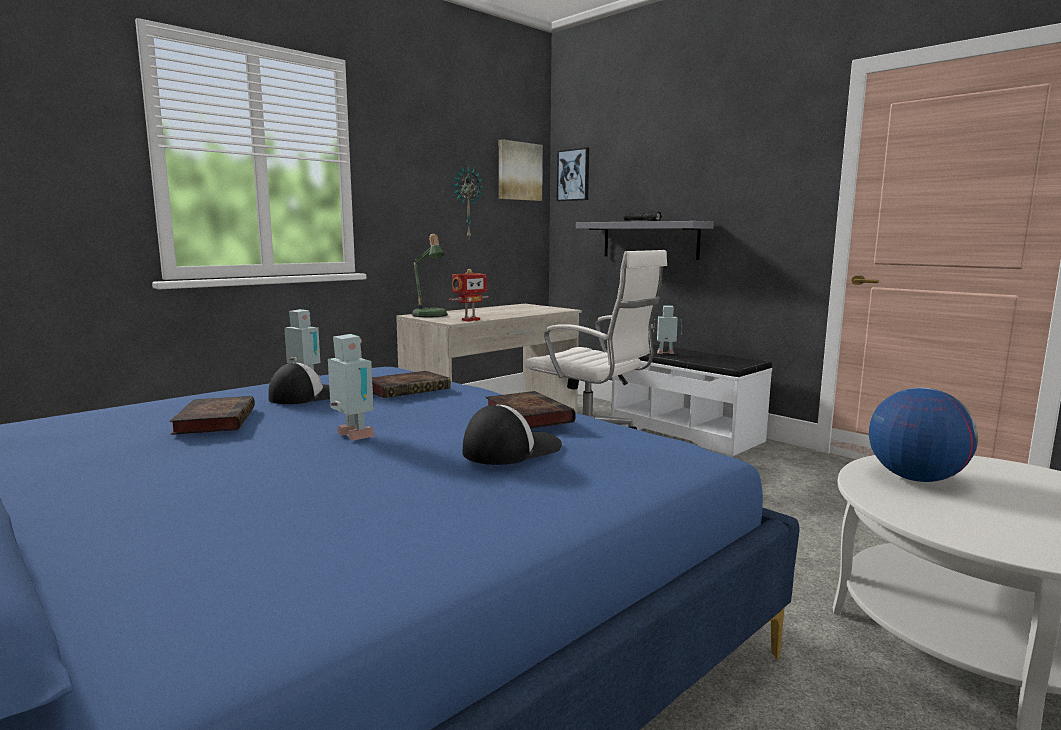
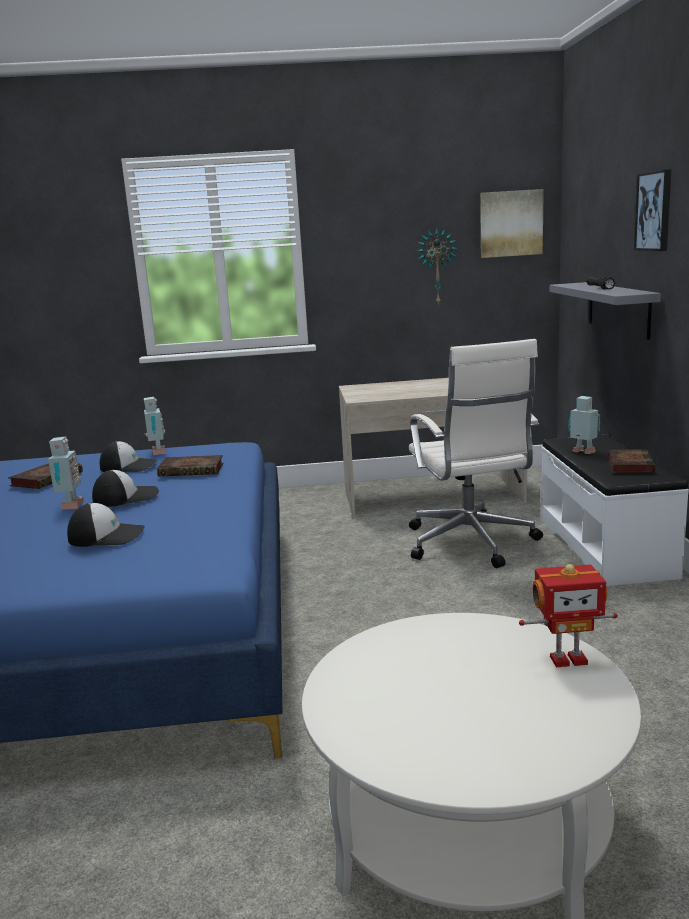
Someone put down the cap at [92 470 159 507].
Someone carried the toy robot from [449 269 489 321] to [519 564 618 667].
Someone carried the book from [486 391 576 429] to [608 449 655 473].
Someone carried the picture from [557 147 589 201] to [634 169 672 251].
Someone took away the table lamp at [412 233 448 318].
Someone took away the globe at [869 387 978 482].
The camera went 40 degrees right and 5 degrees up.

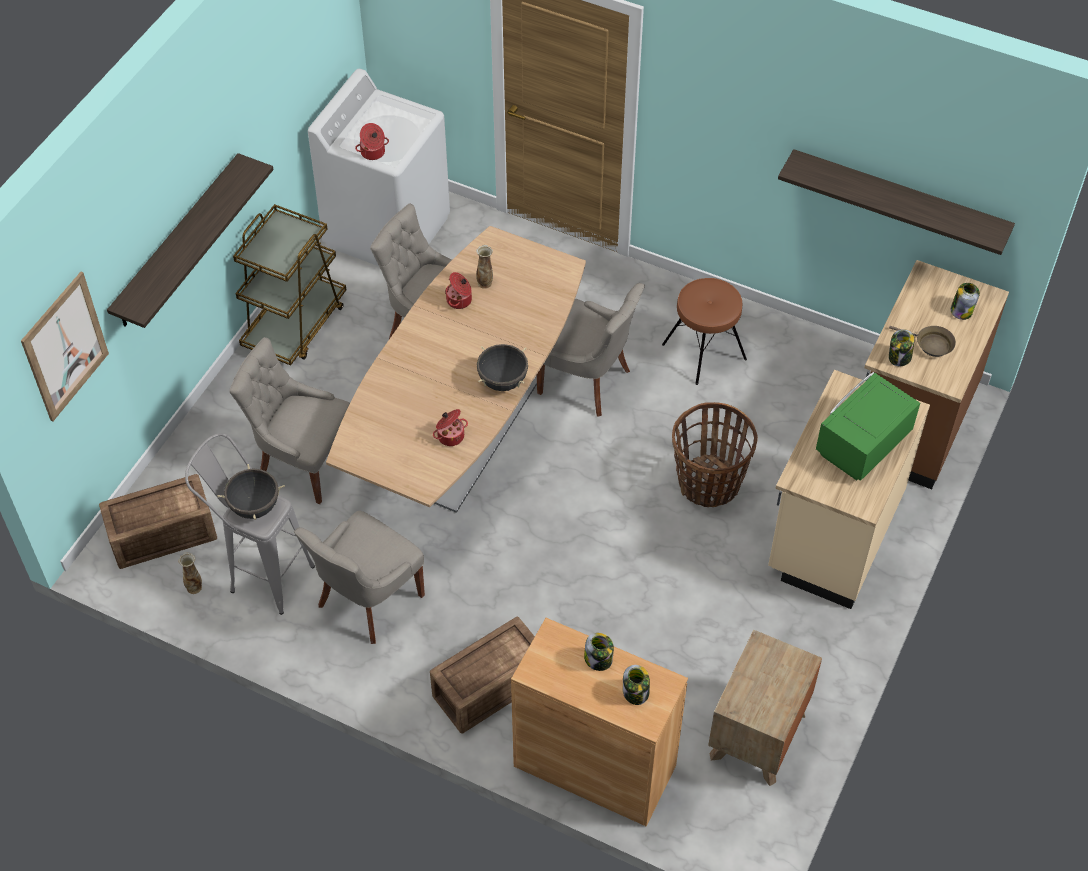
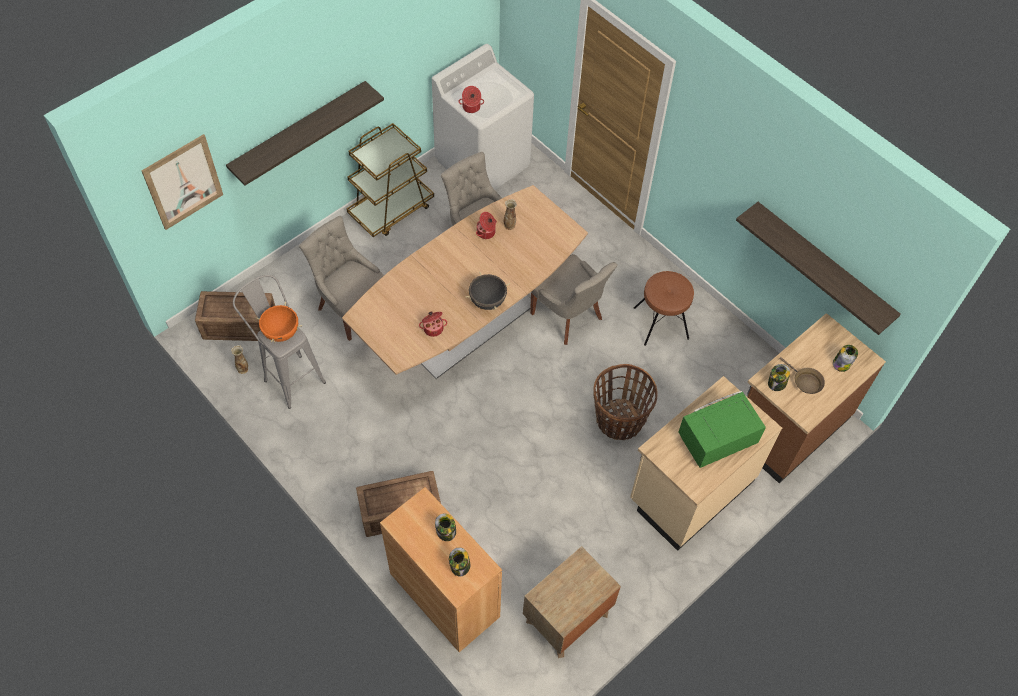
Someone repainted the cooking pot (black) at [217 464 285 520], which became the cooking pot (orange) at [255 302 302 343].
Someone took away the chair (grey) at [294 511 425 644].
The camera went 20 degrees right and 5 degrees up.

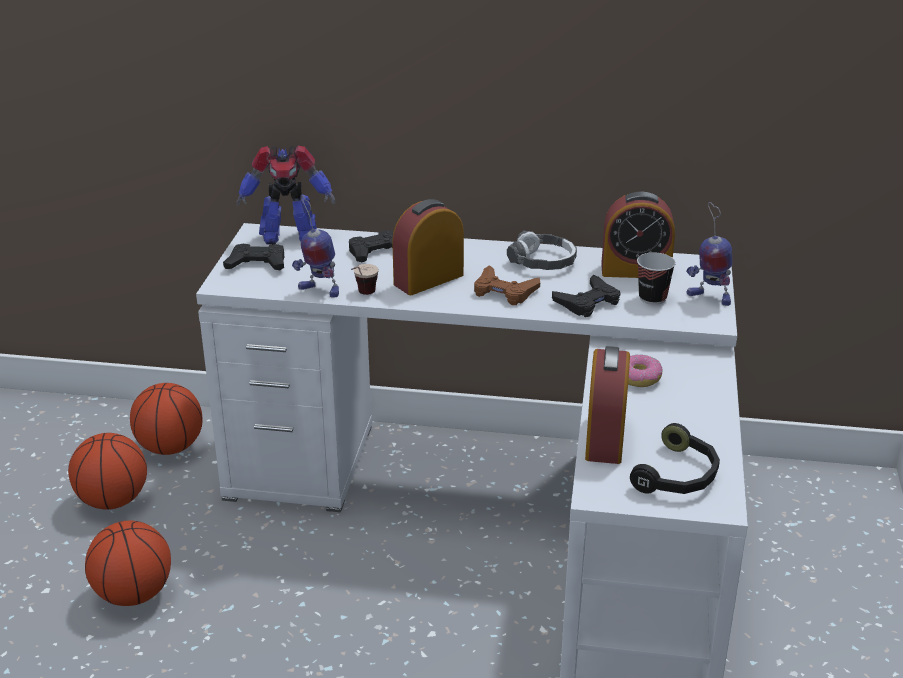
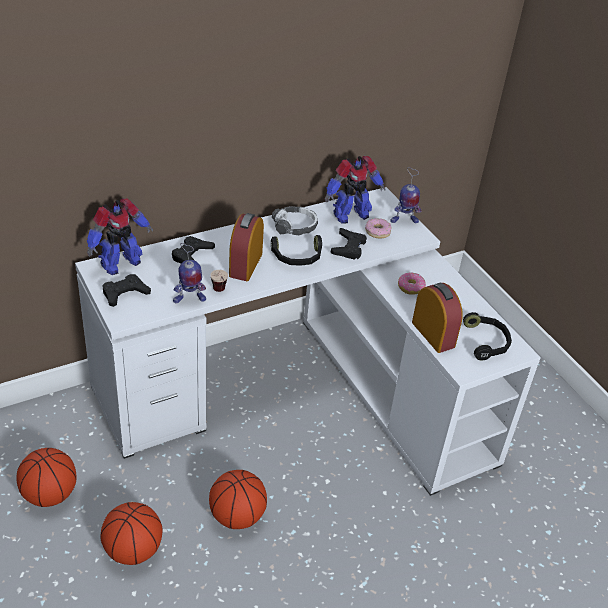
Someone carried the basketball from [130 383 203 455] to [209 470 267 529].
Someone swapped the game controller (brown) at [474 265 540 305] for the headphones (black) at [271 235 322 266].
Someone swapped the alarm clock at [601 192 675 278] for the toy robot at [325 156 385 224].
Someone swapped the cup at [637 252 676 305] for the donut at [365 218 391 238].
The camera went 40 degrees left and 10 degrees up.

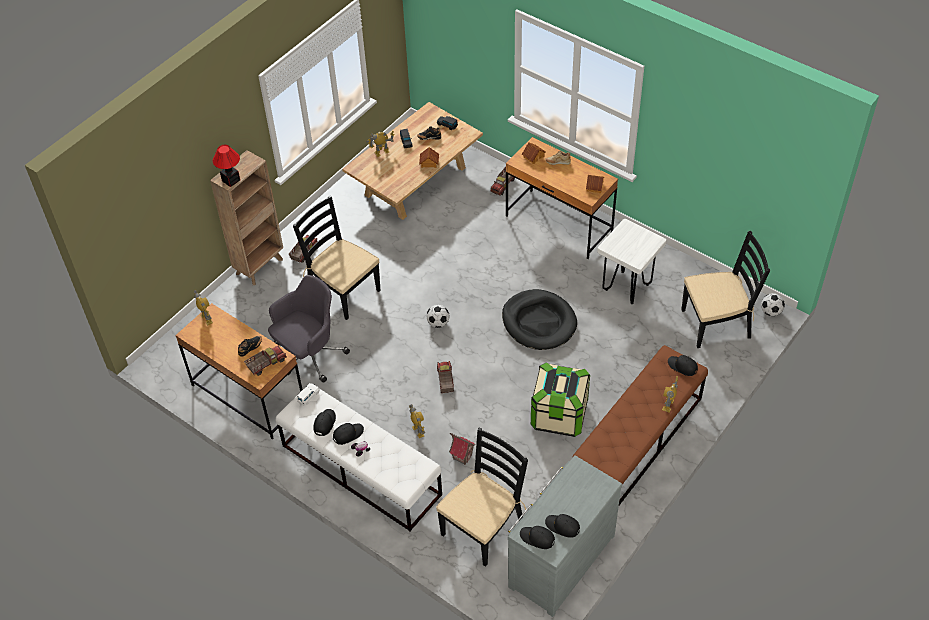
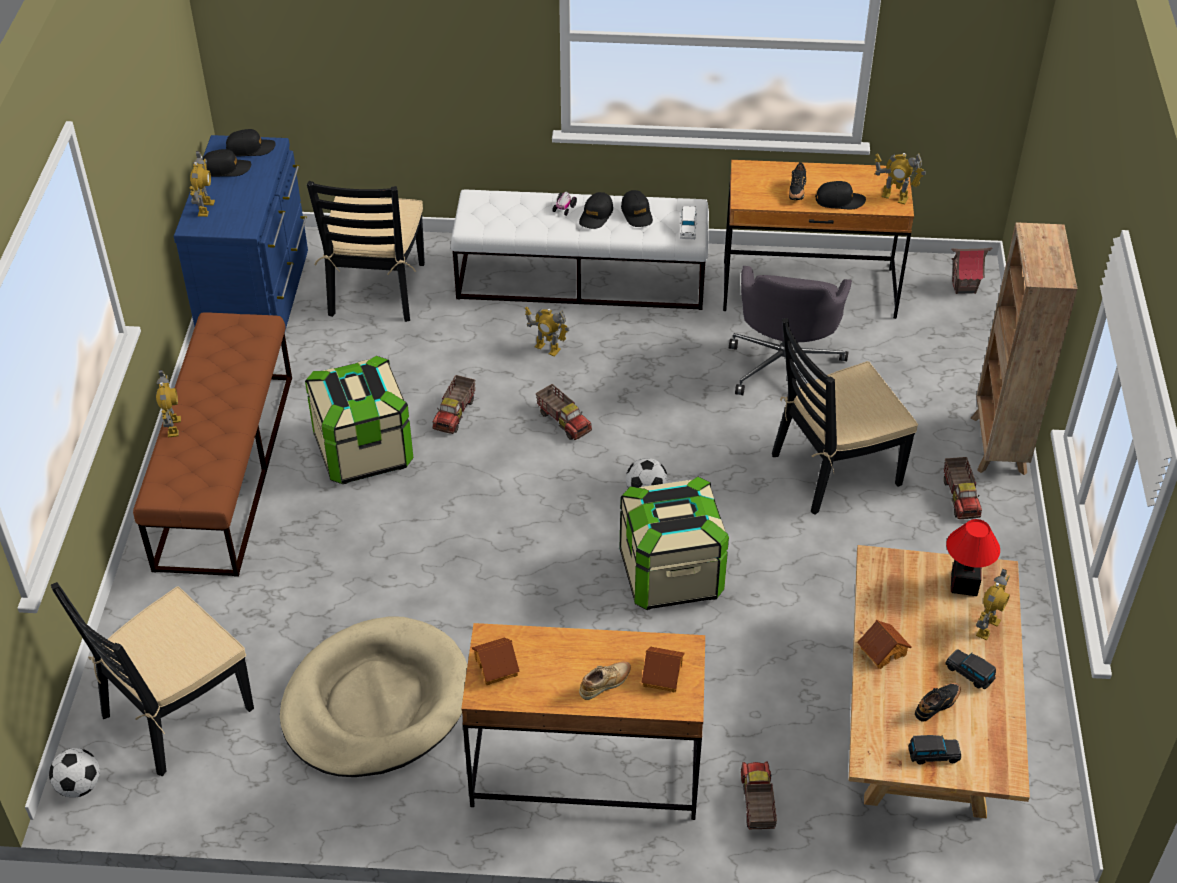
Someone repainted the dresser (grey) at [508 455 622 617], which became the dresser (blue) at [174 135 308 330].
Someone put down the toy robot at [189 151 215 217].
Someone swapped the stool (white) at [597 219 666 304] for the dog bed (beige) at [280 617 468 777].
Someone carried the toy truck from [244 345 287 376] to [432 375 475 434].
Someone put down the storage box at [620 477 729 610].
Someone rotated the chair (black) at [293 195 380 320] by 150 degrees clockwise.
Someone carried the cap (black) from [668 355 698 376] to [815 181 866 210].
Someone carried the table lamp from [213 145 240 187] to [946 519 1000 596].
Someone carried the toy house from [449 433 476 465] to [951 247 993 294].
Someone took away the dog bed (black) at [502 289 577 350].
The camera went 145 degrees right and 5 degrees down.

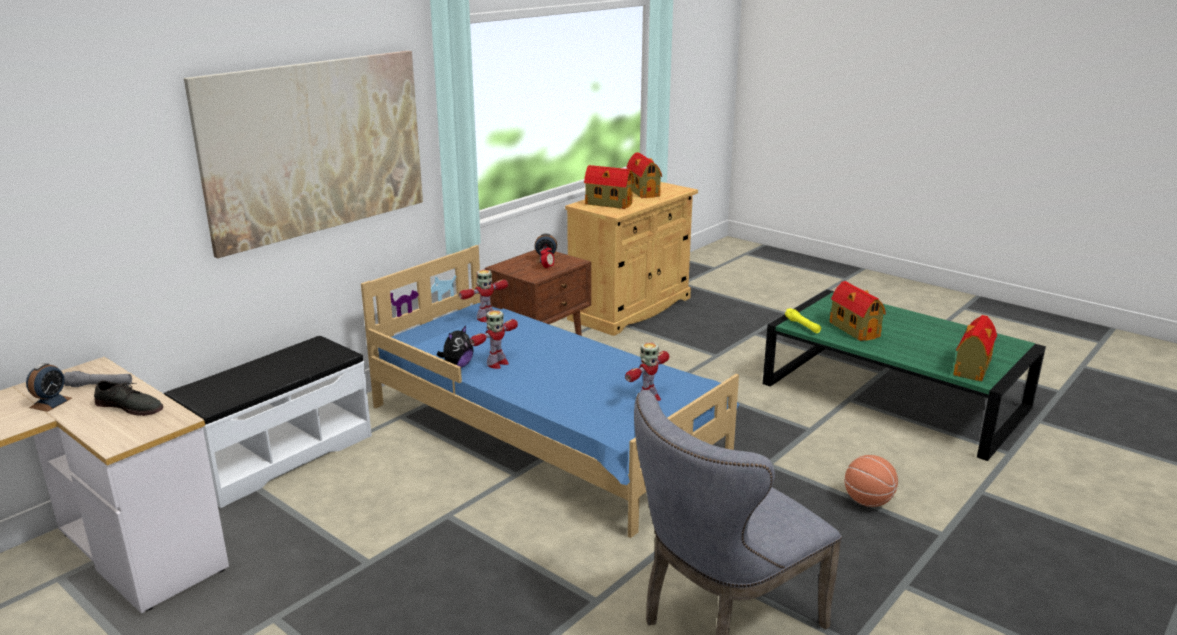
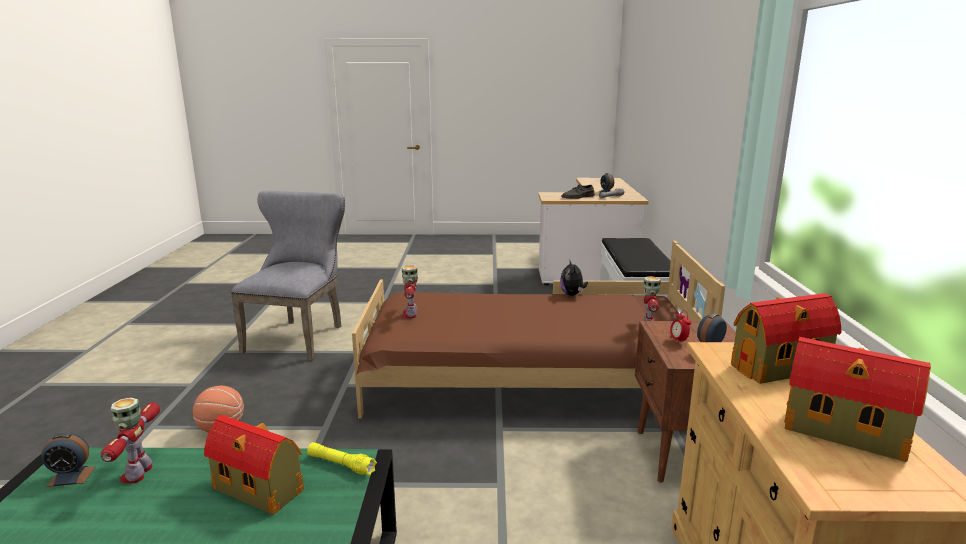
Someone swapped the toy house at [953 315 997 381] for the alarm clock at [42 433 96 487].
Someone carried the toy robot from [470 310 518 369] to [101 398 160 483].
Someone repainted the bed (blue) at [361 245 739 538], which became the bed (brown) at [352 241 725 419].
Someone took away the picture at [184 51 423 258].
The camera went 140 degrees right and 5 degrees down.

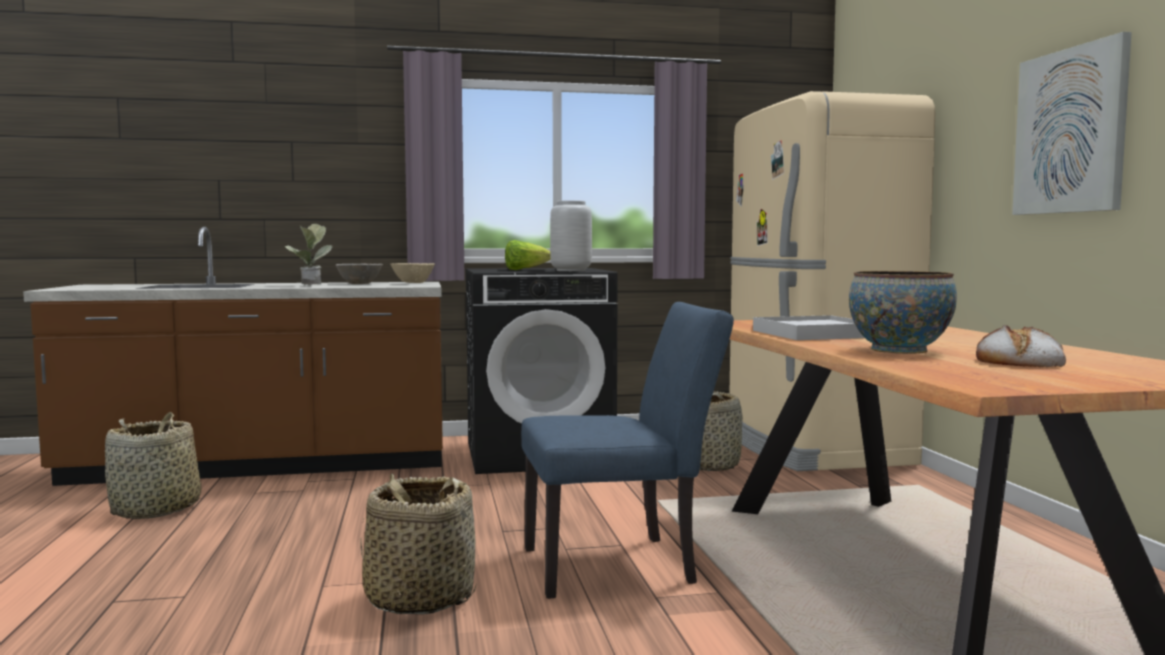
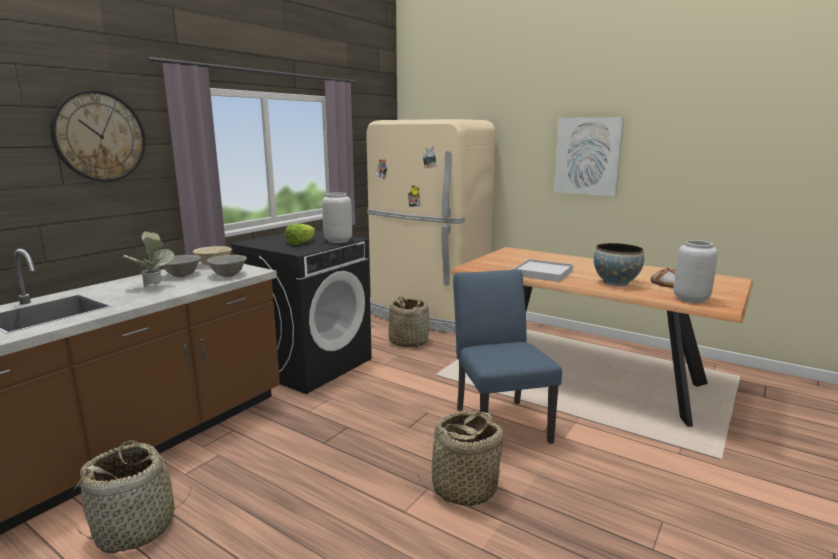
Someone put up the wall clock at [50 90 145 181].
Someone put down the bowl (grey) at [207 255 247 277].
Someone rotated the chair (blue) at [521 302 734 599] by 45 degrees counterclockwise.
Someone put down the vase (grey) at [673 240 718 303].
The camera went 45 degrees left and 10 degrees up.

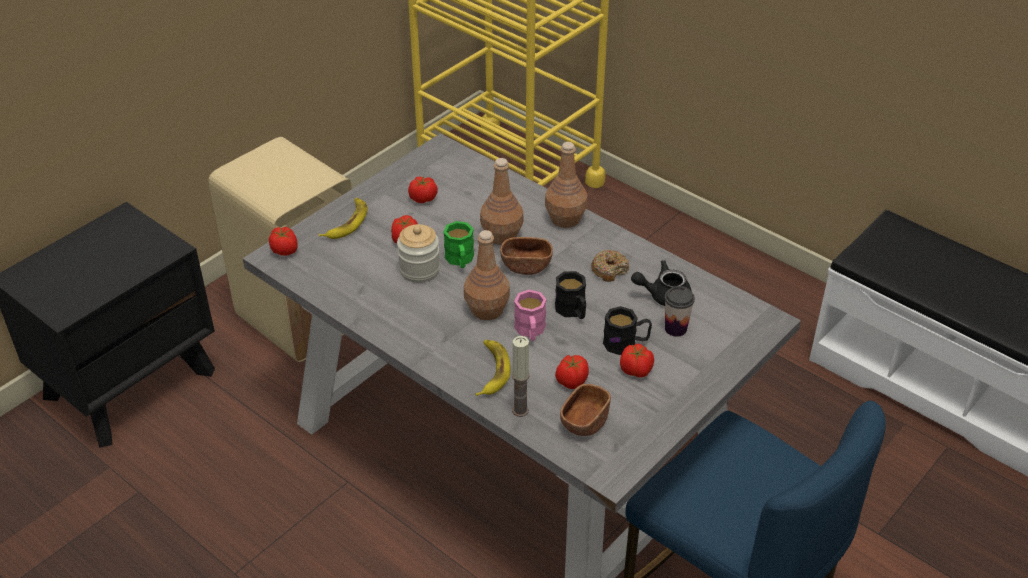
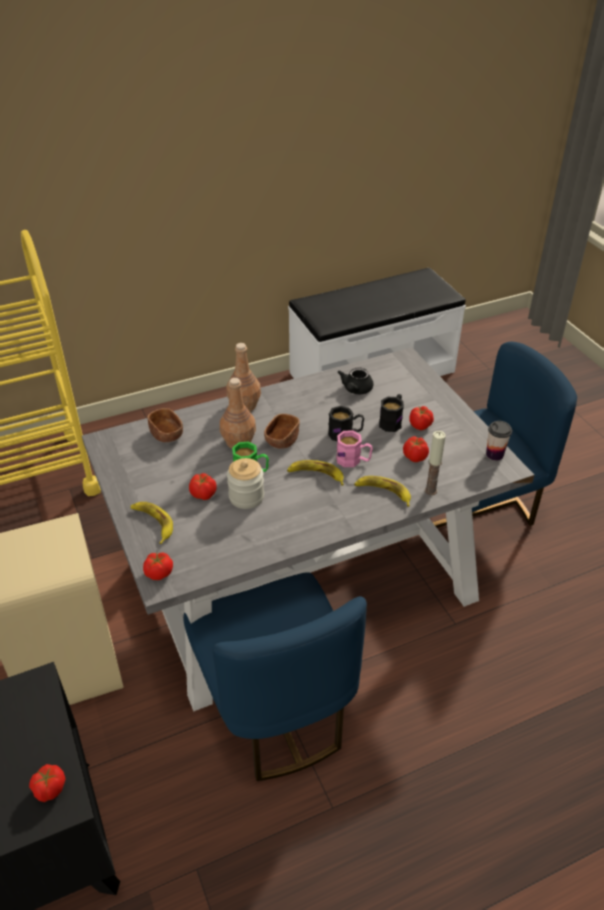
Someone carried the tomato from [408 176 438 203] to [29 764 65 802].
Someone carried the bowl (brown) from [560 384 611 436] to [147 408 183 442].
Someone put down the chair (blue) at [183 572 367 781].
Someone swapped the bottle (brown) at [464 230 510 320] for the banana at [287 460 344 486].
Someone carried the cup from [665 286 695 337] to [486 421 512 461].
Someone took away the donut at [591 250 629 282].
The camera went 65 degrees left and 0 degrees up.

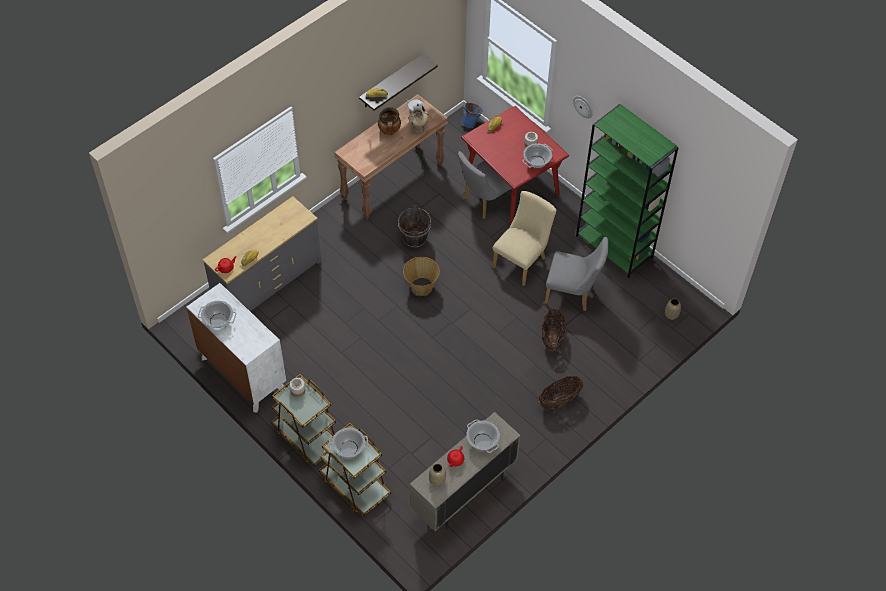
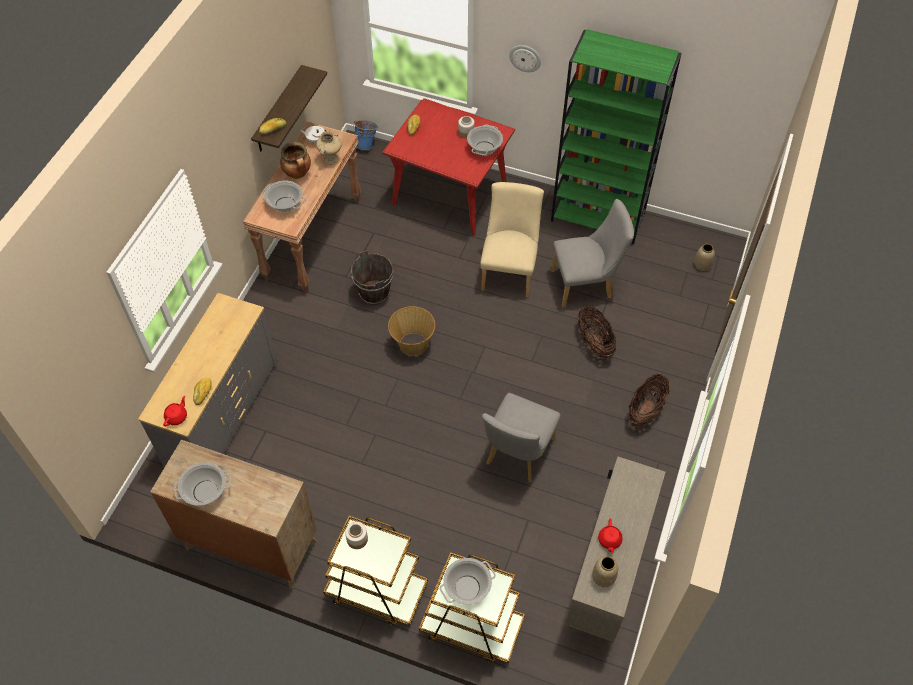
Someone repainted the dresser (white) at [186 283 286 413], which became the dresser (brown) at [150 440 317 589].
Someone carried the cooking pot from [466 419 500 453] to [262 181 306 212].
Someone carried the chair (grey) from [458 151 511 219] to [482 393 561 482].
The camera went 25 degrees left and 0 degrees up.

